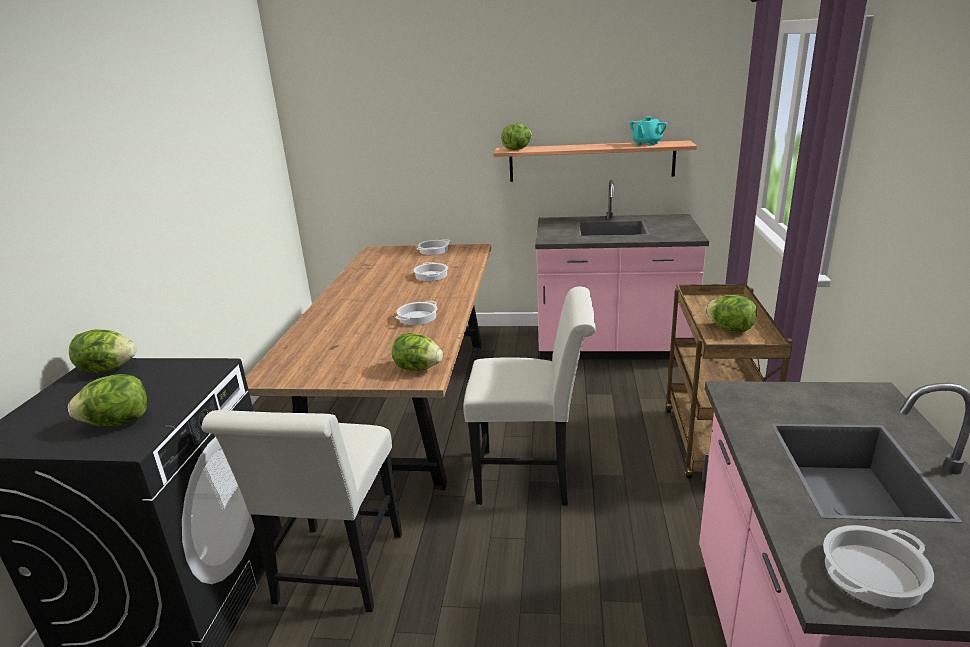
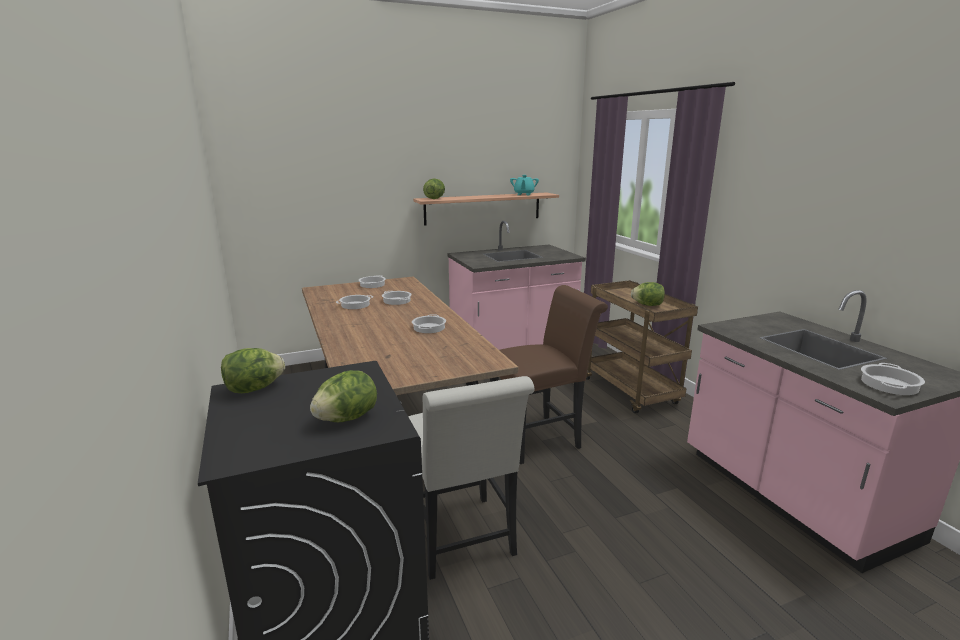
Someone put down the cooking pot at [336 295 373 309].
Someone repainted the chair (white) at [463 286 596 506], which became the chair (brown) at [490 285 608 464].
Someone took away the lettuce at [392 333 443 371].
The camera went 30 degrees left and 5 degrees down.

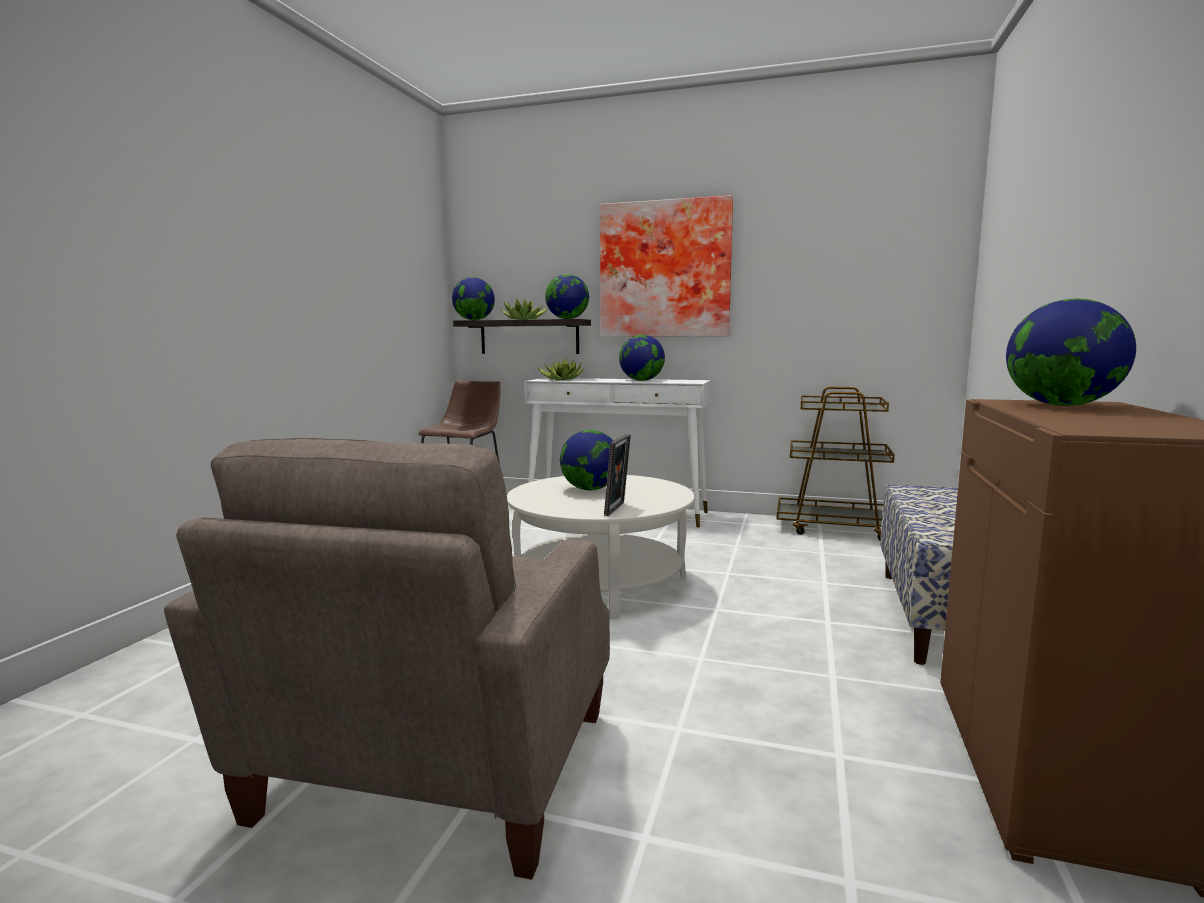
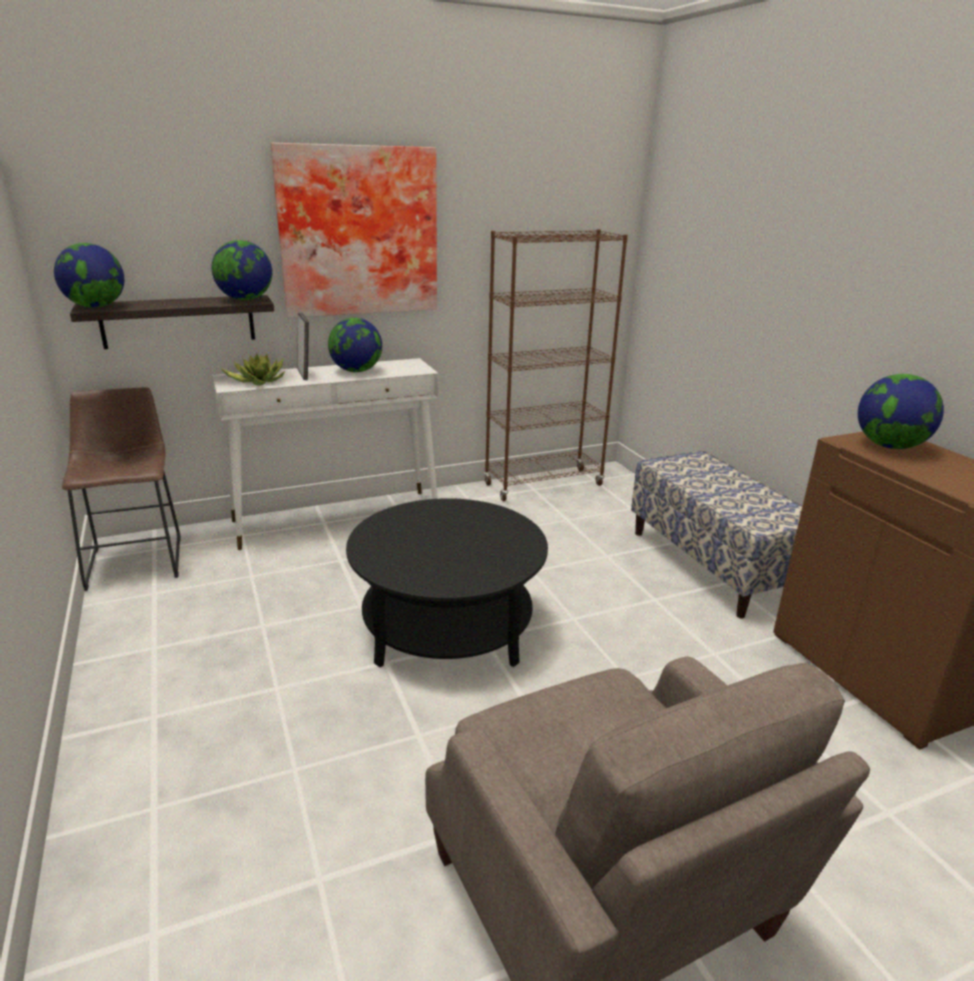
Someone carried the picture frame from [604 434 631 516] to [297 312 309 380].
Someone repainted the coffee table (white) at [507 475 694 619], which became the coffee table (black) at [346 498 548 667].
Someone swapped the cart (brown) at [776 387 895 540] for the bookcase (brown) at [484 229 628 501].
Someone took away the potted plant at [501 299 547 320].
Someone took away the globe at [560 430 613 490].
The camera went 40 degrees left and 15 degrees up.

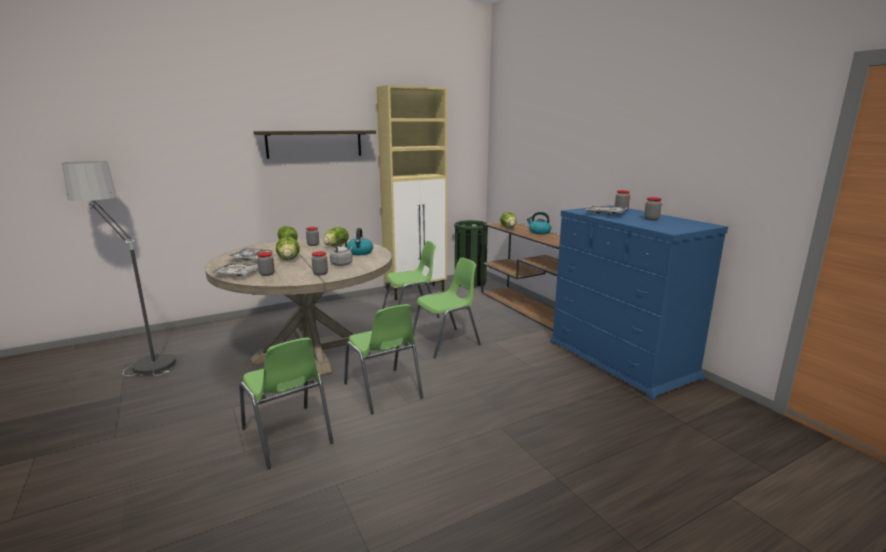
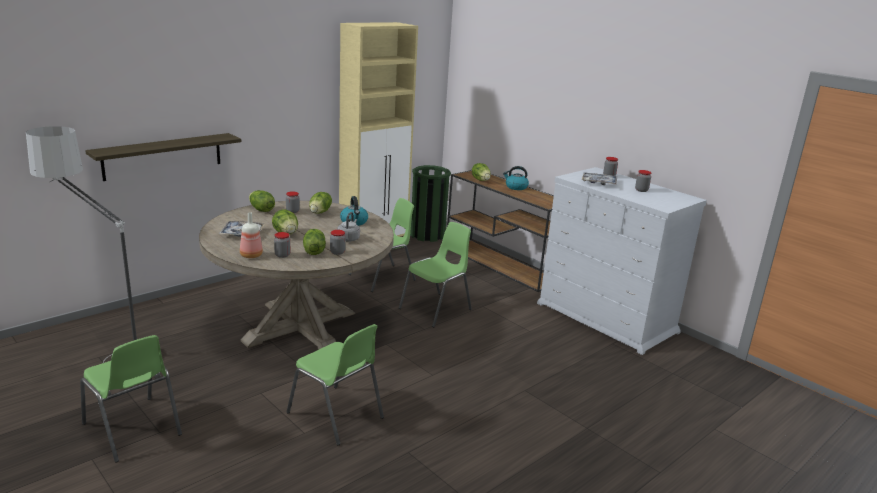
Someone carried the chair (green) from [344 304 423 414] to [80 335 182 463].
Someone carried the shelf from [253 130 376 159] to [85 133 241 181].
Someone swapped the tray at [211 262 258 276] for the bottle at [240 212 263 258].
Someone put down the lettuce at [303 229 326 255].
Someone repainted the dresser (blue) at [550 205 728 400], which became the dresser (white) at [537 167 707 355].
The camera went 15 degrees left and 5 degrees up.

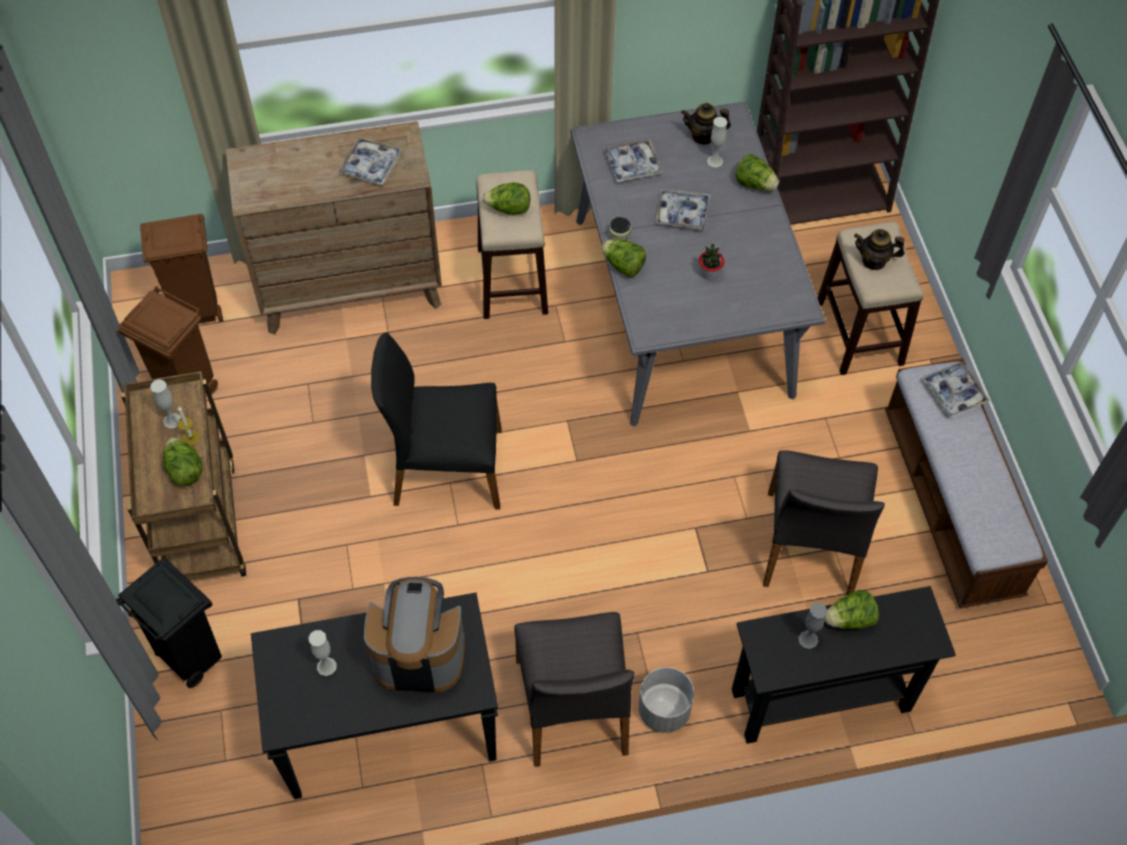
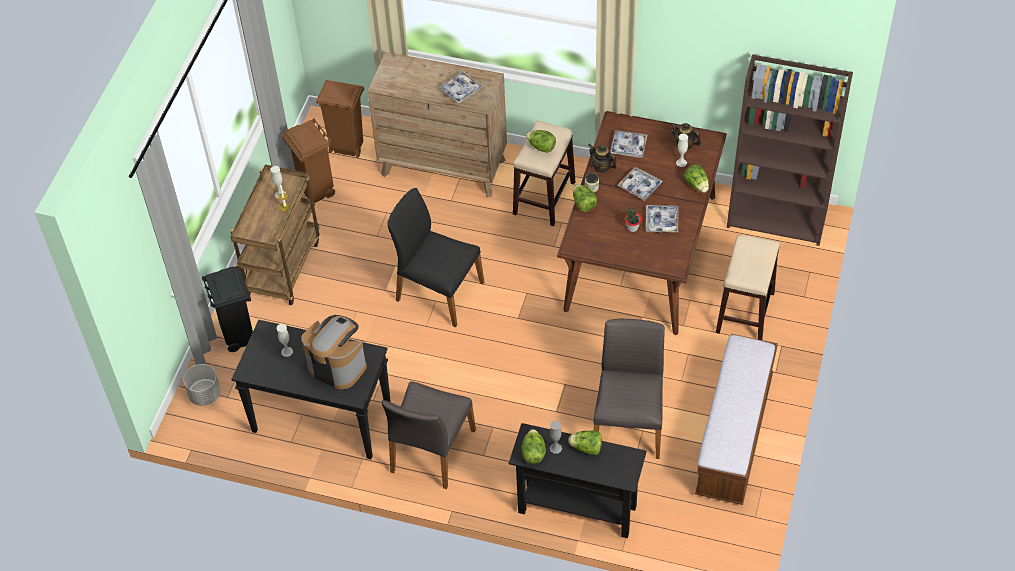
Someone carried the planter (grey) from [639 667 694 733] to [183 364 221 406].
Someone carried the lettuce from [163 437 202 486] to [521 429 546 464].
Someone repainted the dining table (grey) at [571 101 826 427], which became the dining table (brown) at [557 111 727 335].
Someone carried the teapot from [854 229 905 270] to [589 144 617 173].
Someone rotated the chair (grey) at [763 450 885 595] by 150 degrees clockwise.
Someone carried the tray from [922 362 990 417] to [646 205 678 233].
The camera went 30 degrees right and 5 degrees down.

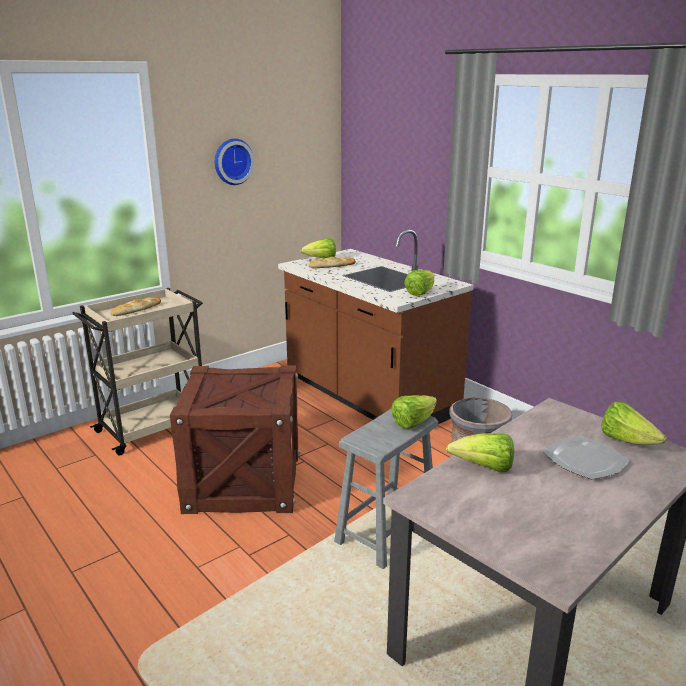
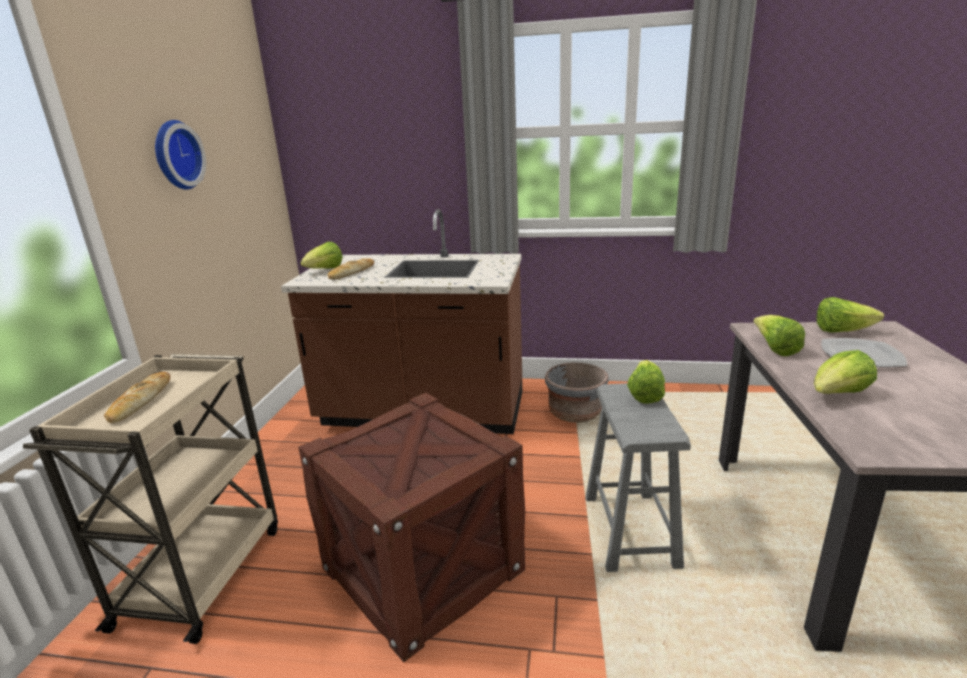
Someone carried the lettuce from [404 270 434 296] to [753 315 805 356].
The camera went 40 degrees left and 0 degrees up.

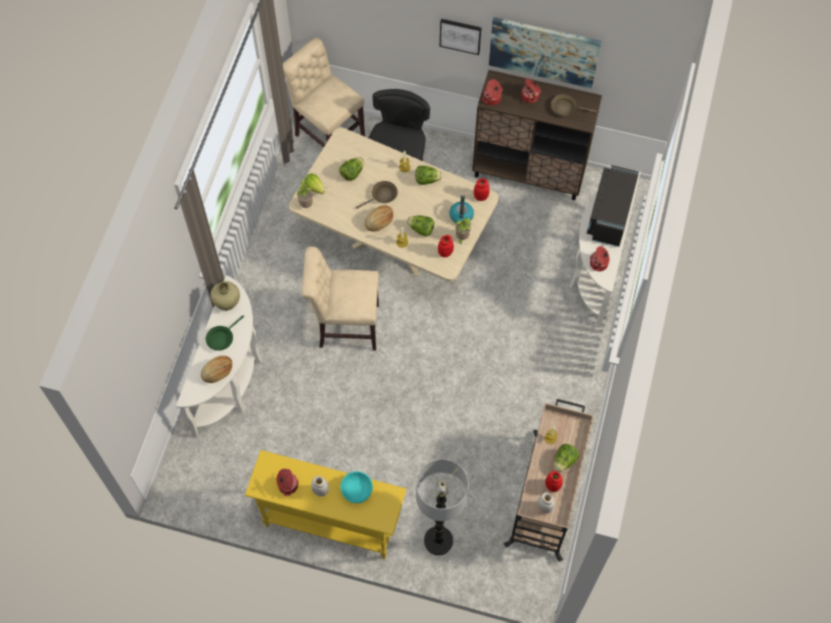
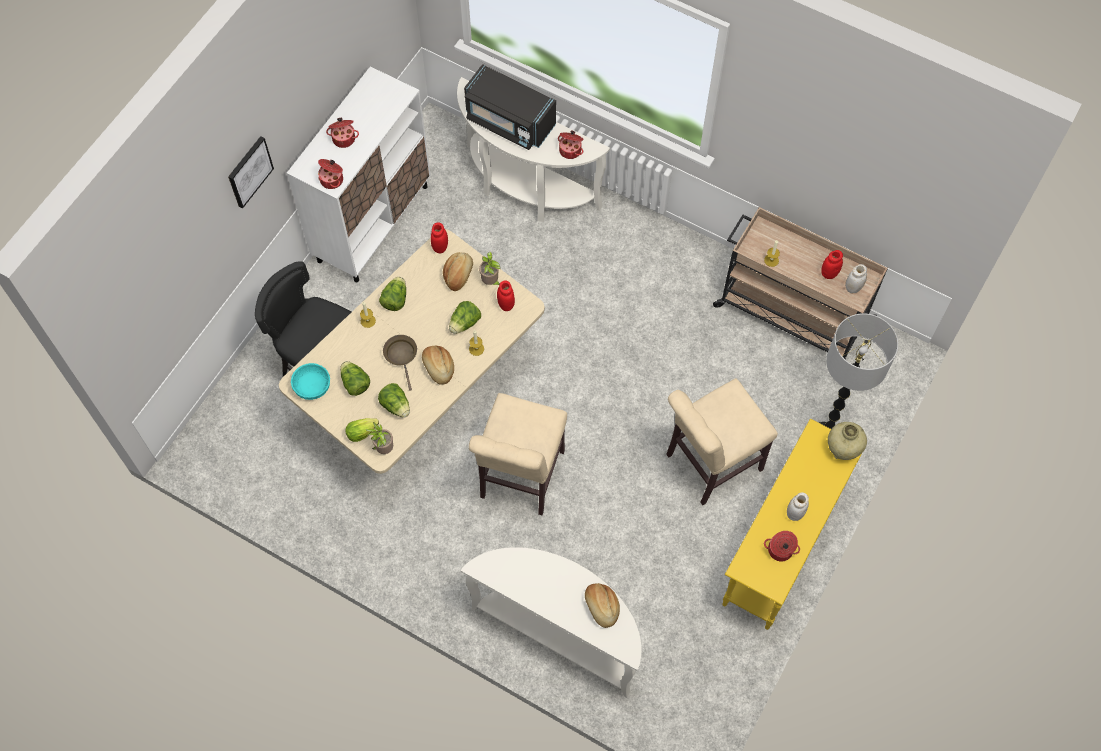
Someone repainted the cabinet (brown) at [472 70 602 200], which became the cabinet (white) at [287 66 431 282].
Someone carried the bowl (turquoise) from [340 471 373 503] to [291 363 330 400].
Someone carried the lettuce from [554 444 579 472] to [378 383 410 418].
Someone swapped the kettle at [449 195 474 223] for the bread at [443 252 473 291].
Someone carried the chair (beige) from [283 38 365 147] to [666 378 778 505].
Someone carried the vase (beige) from [211 281 240 311] to [828 422 867 460].
Someone took away the frying pan (green) at [206 315 244 351].
Someone took away the picture at [489 17 602 88].
Someone took away the frying pan (brown) at [551 94 597 116].
The camera went 75 degrees left and 0 degrees up.

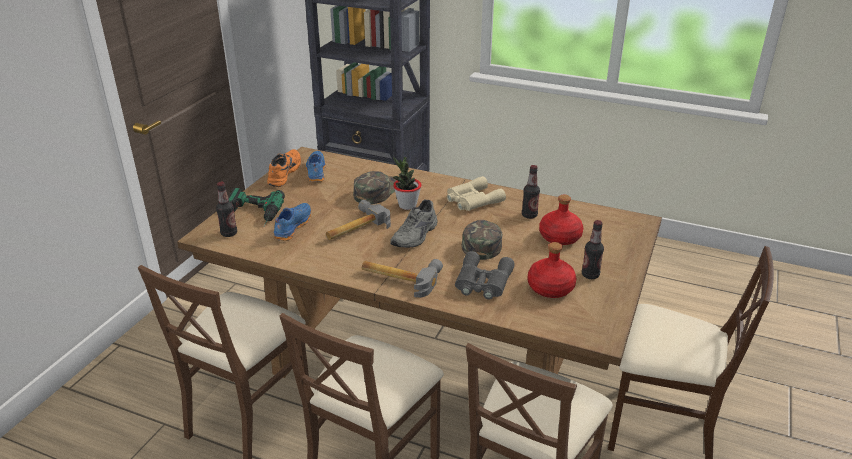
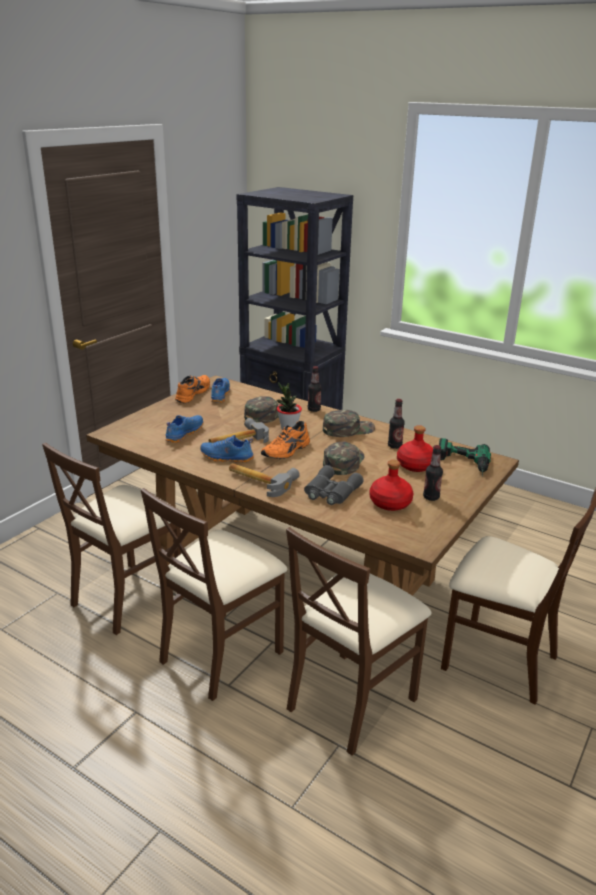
Someone put down the shoe (blue) at [200 435 254 463].
Someone repainted the shoe (grey) at [390 200 438 248], which became the shoe (orange) at [261 421 310 459].
Someone carried the bottle from [216 182 237 237] to [308 366 322 412].
Someone swapped the binoculars (beige) at [447 176 506 211] for the cap (green) at [323 410 375 437].
Someone carried the power drill from [228 188 285 226] to [439 438 491 476].
The camera went 10 degrees right and 5 degrees down.

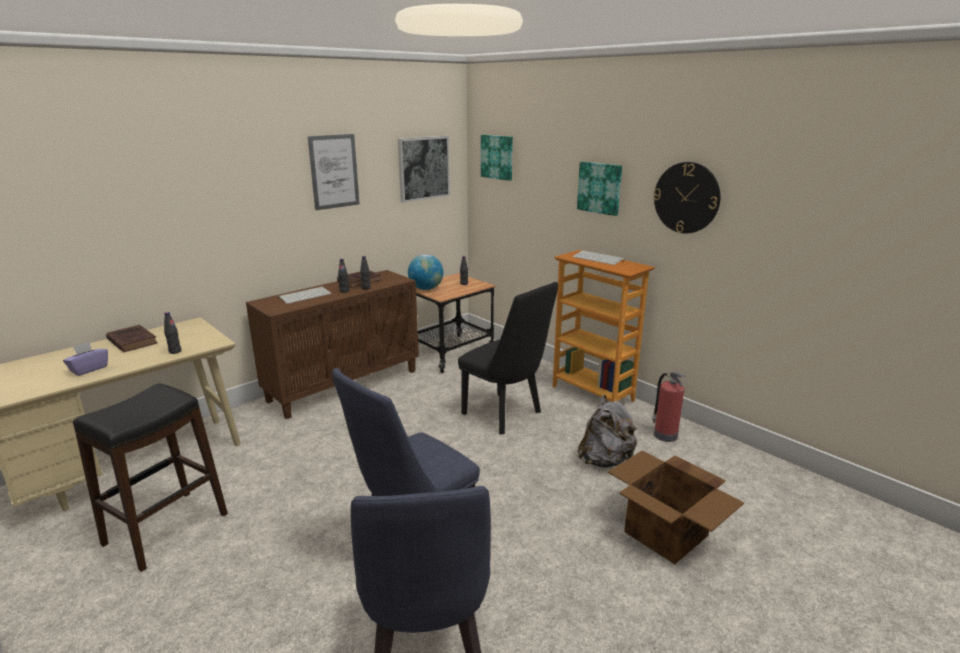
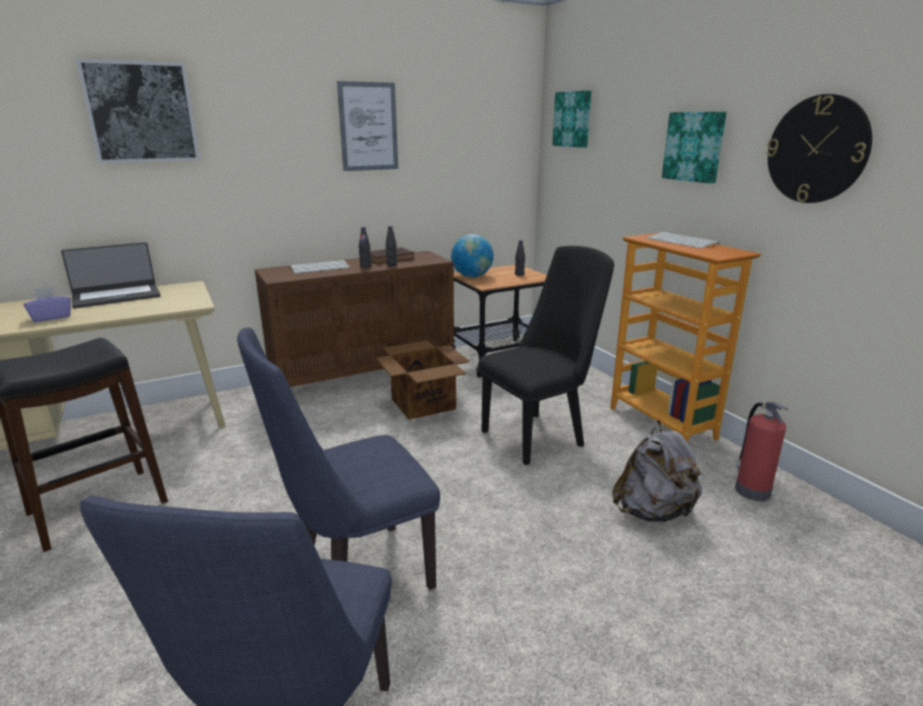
Someone swapped the book (brown) at [106 325 158 352] for the laptop at [61 242 161 308].
Someone carried the picture from [398 136 450 203] to [76 58 200 163].
Someone carried the cardboard box from [608 451 744 564] to [376 340 470 420].
Someone rotated the chair (black) at [458 282 558 434] by 90 degrees counterclockwise.
Someone took away the bottle (black) at [164 312 181 354].
The camera went 15 degrees right and 0 degrees up.

